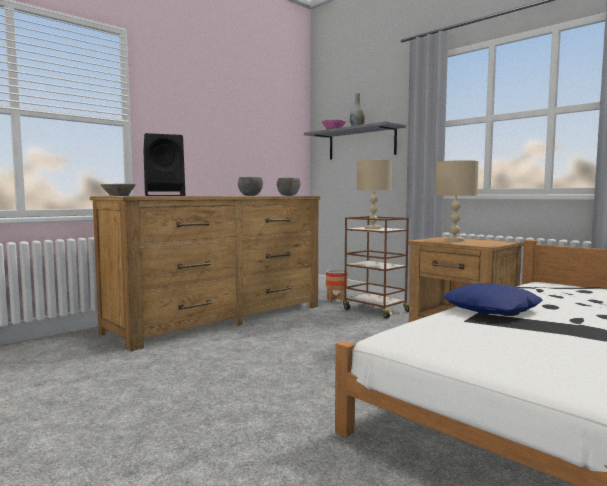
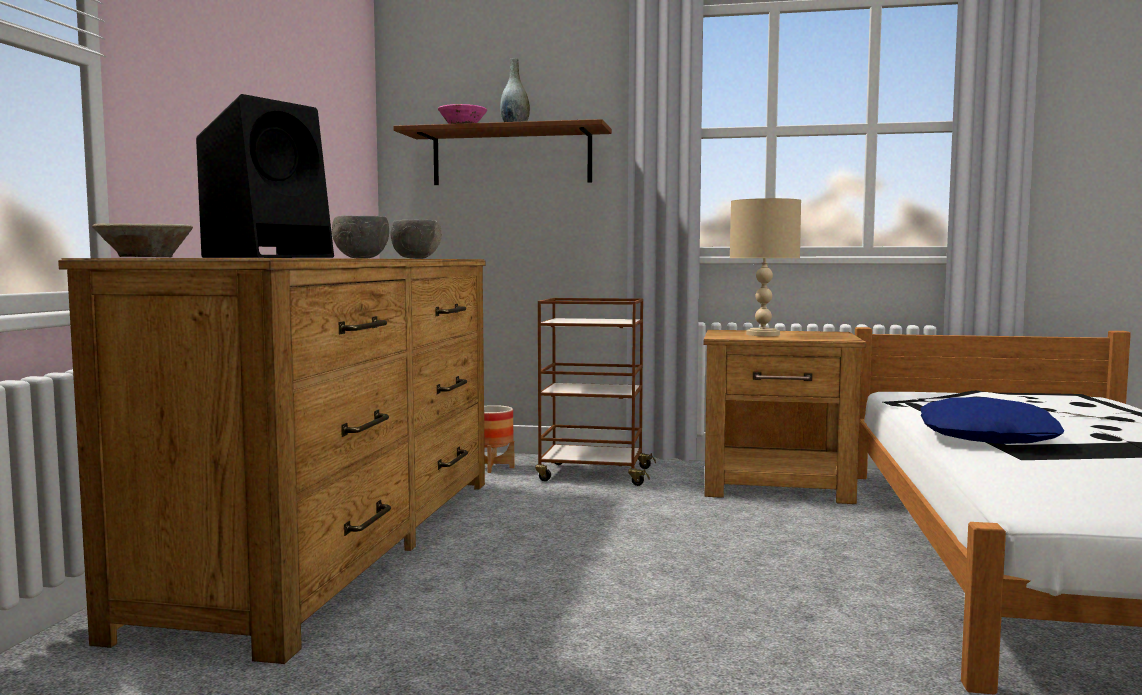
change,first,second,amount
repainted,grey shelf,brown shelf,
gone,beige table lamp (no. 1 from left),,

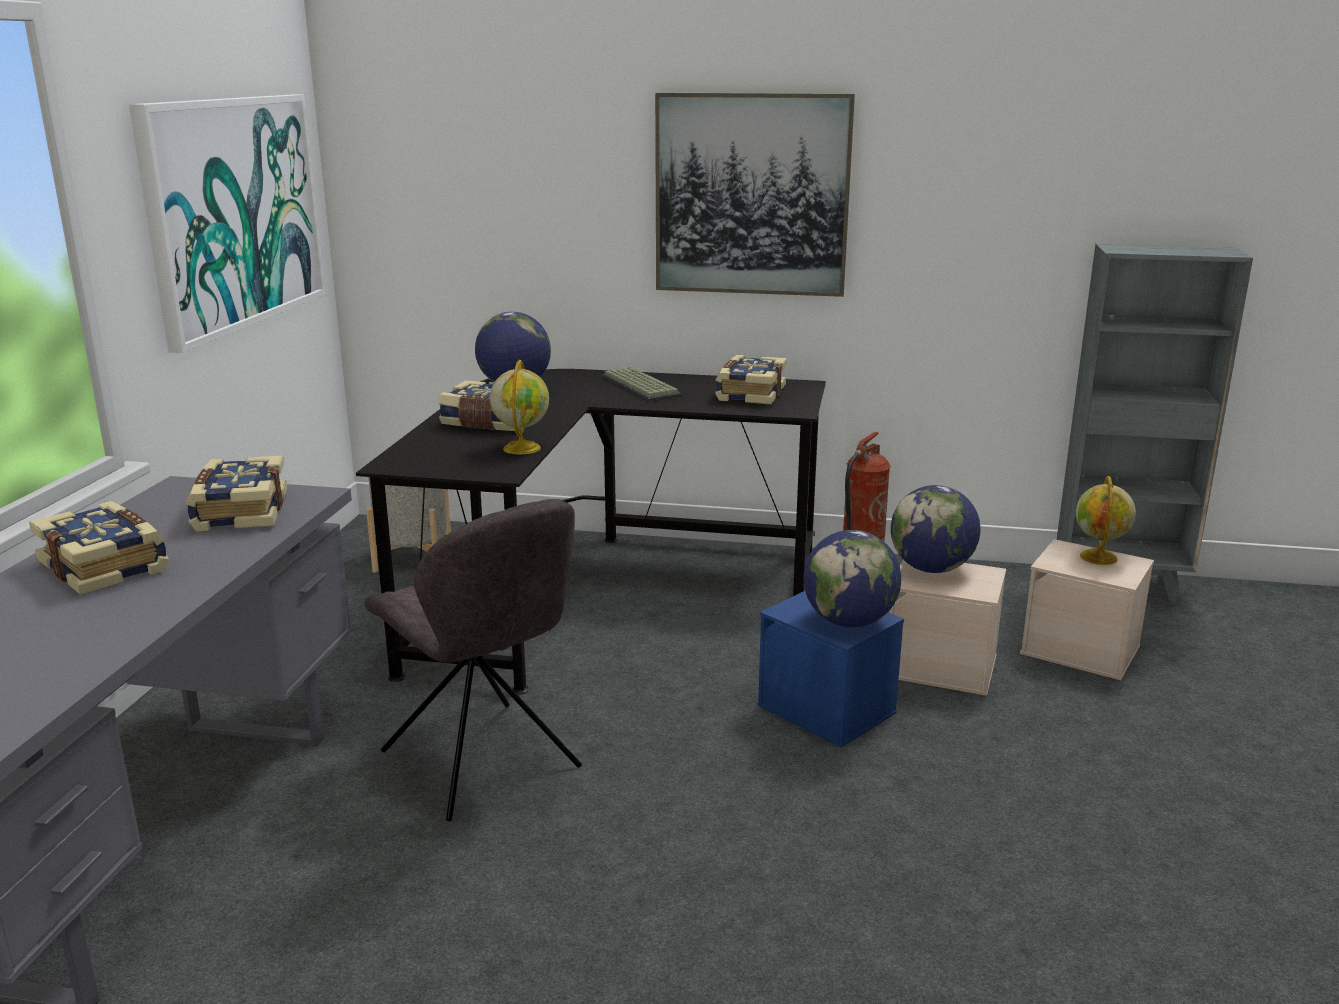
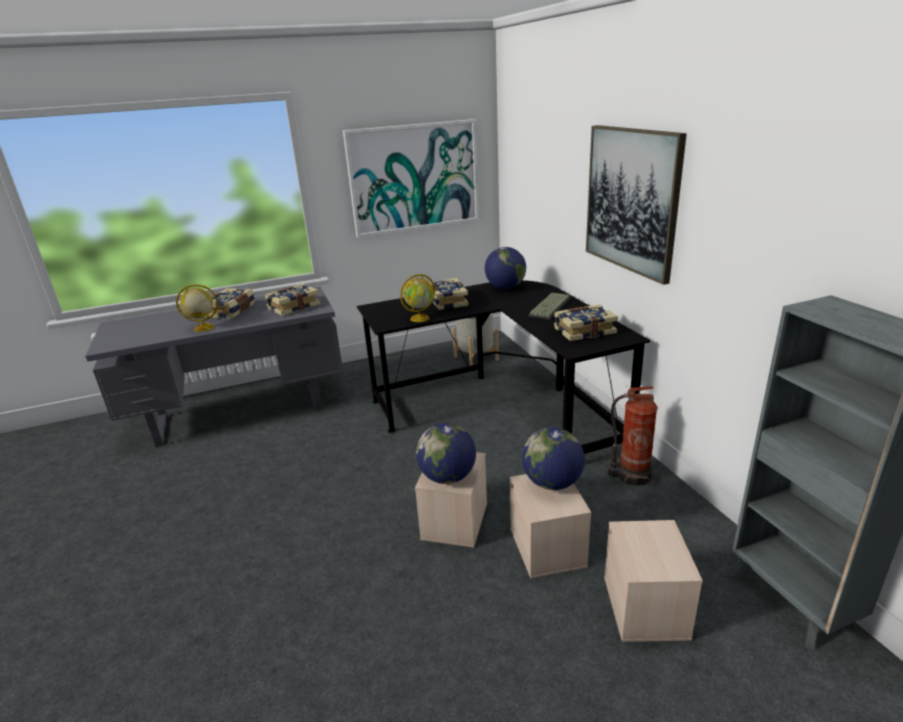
change,first,second,amount
gone,grey chair,,
repainted,blue storage box,beige storage box (no. 1 from left),
shifted,globe (no. 5 from left in the first image),globe (no. 1 from left),

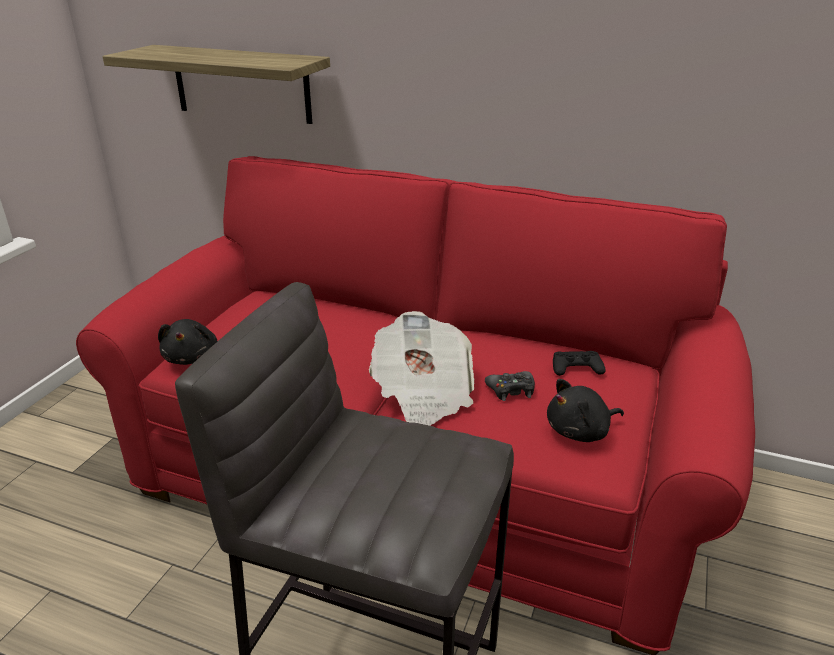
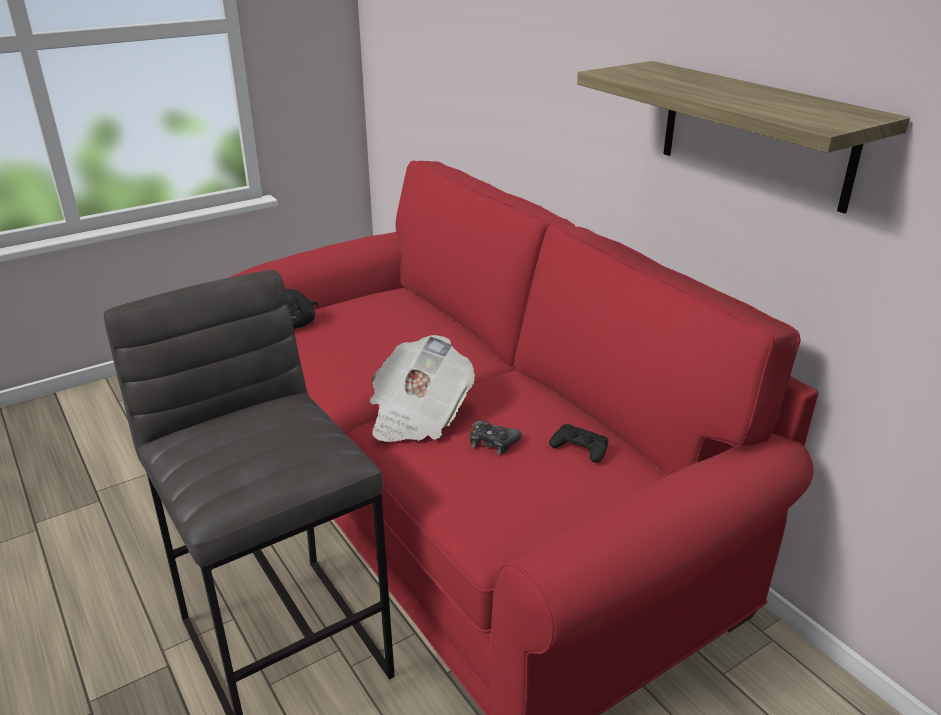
change,first,second,amount
shifted,shelf,,
gone,black plush toy (no. 2 from left),,

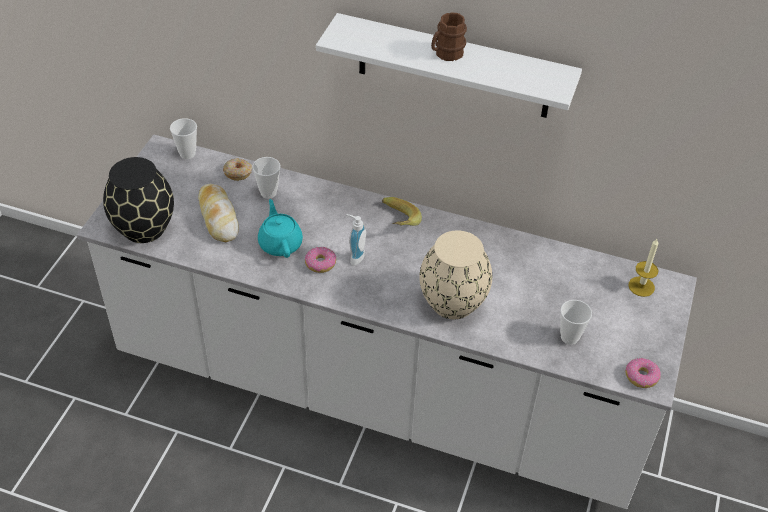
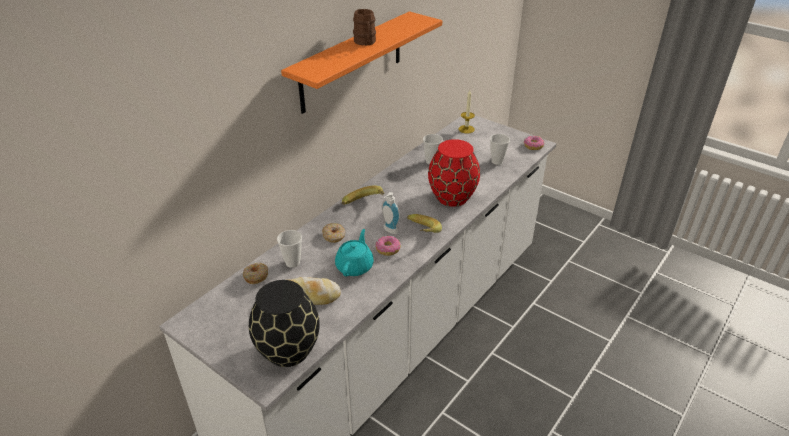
change,first,second,amount
shifted,cup (no. 1 from left in the first image),cup (no. 2 from left),
rotated,turquoise teapot,,105 degrees clockwise
repainted,white shelf,orange shelf,
repainted,beige vase,red vase,
new,,donut (no. 2 from left),
new,,banana (no. 2 from left),

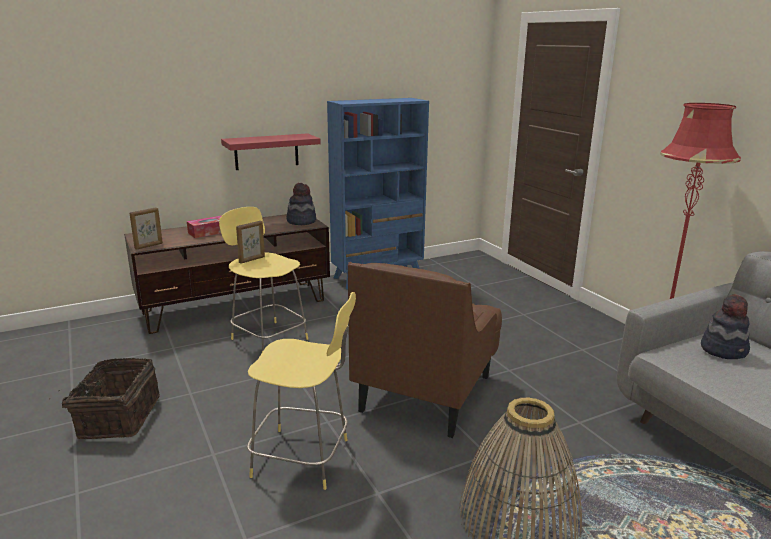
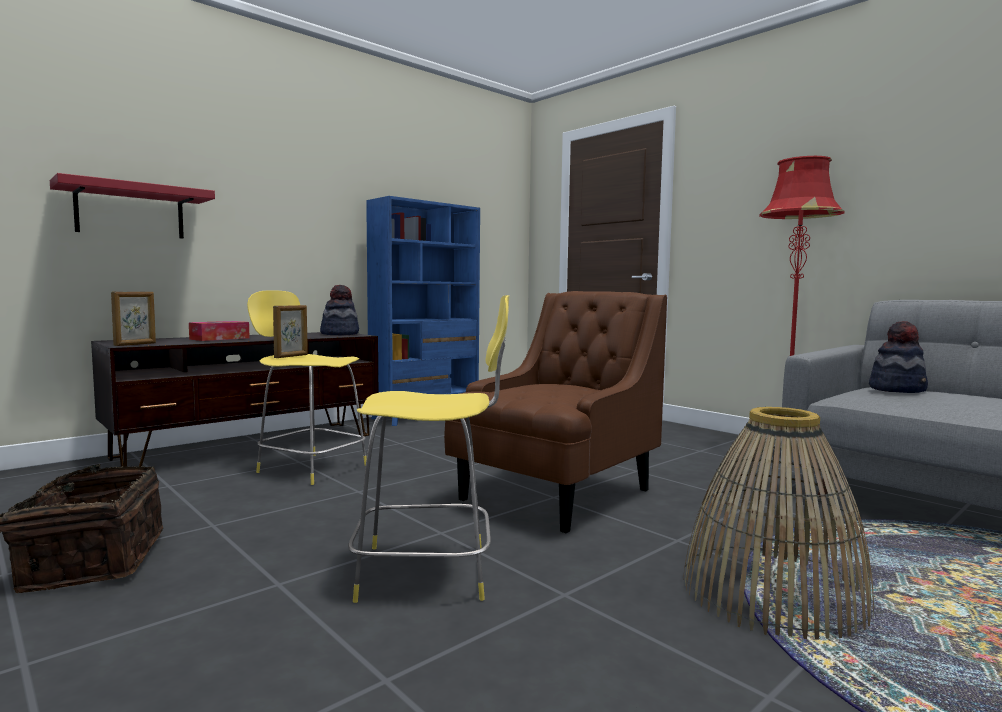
change,first,second,amount
shifted,red shelf,,
rotated,brown armchair,,150 degrees counterclockwise

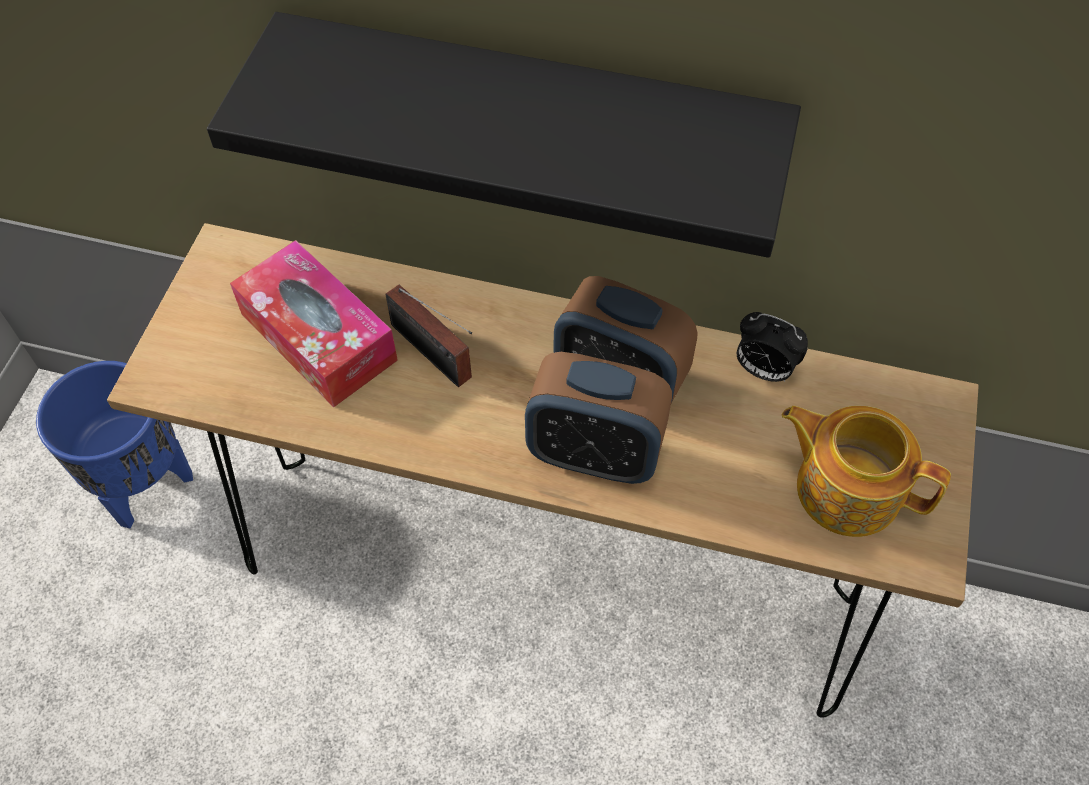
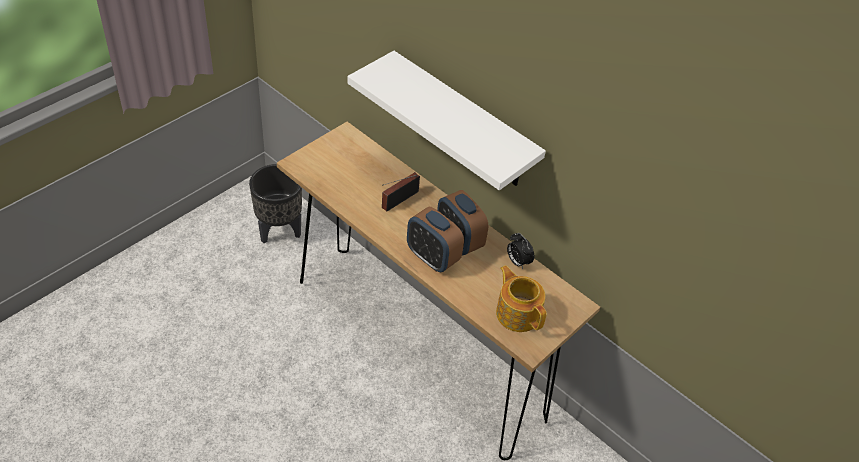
change,first,second,amount
repainted,blue planter,black planter,
repainted,black shelf,white shelf,
gone,tissue box,,
rotated,radio,,60 degrees clockwise

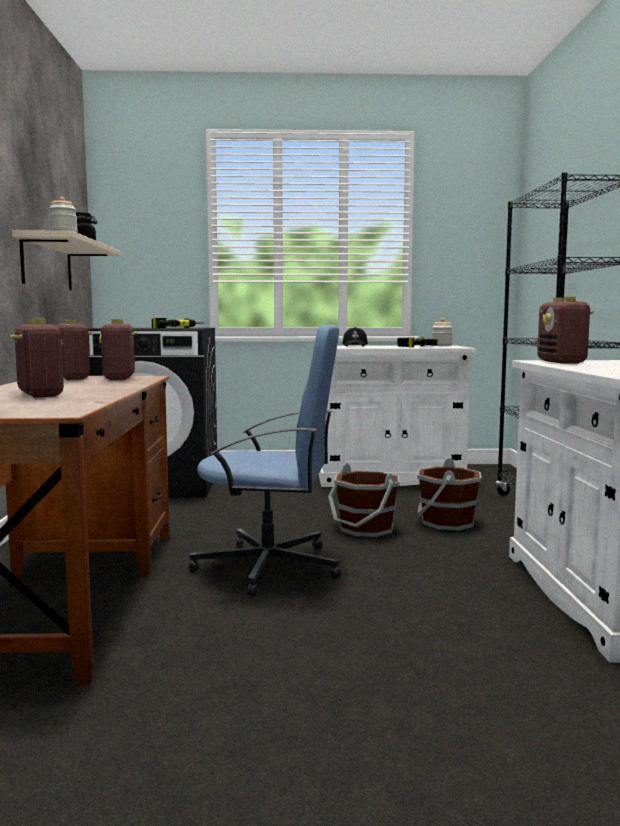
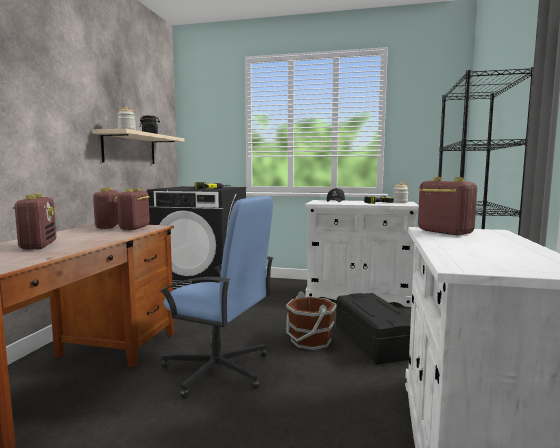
change,first,second,amount
swapped,brown bucket (no. 2 from left),black storage box,
rotated,radio (no. 4 from left),,135 degrees clockwise

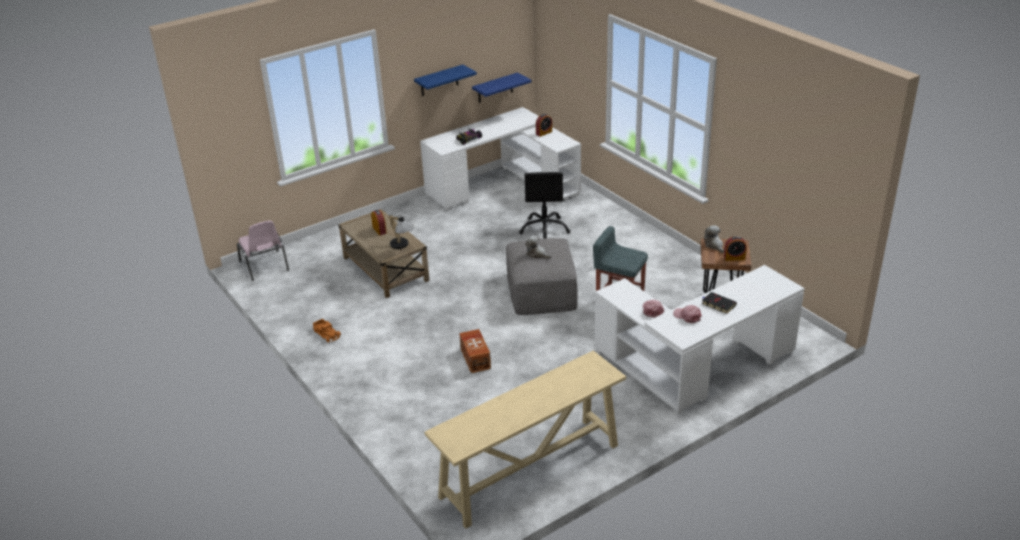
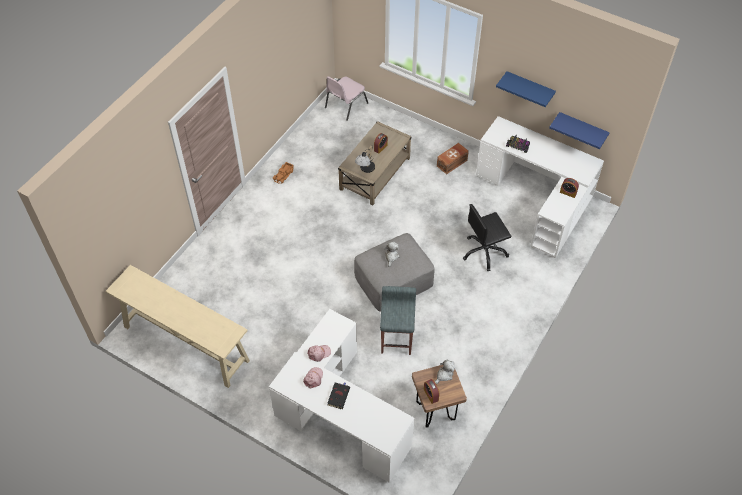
change,first,second,amount
shifted,brown storage box,,

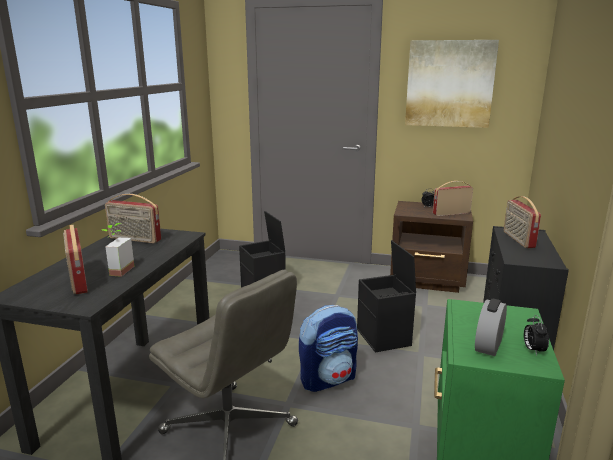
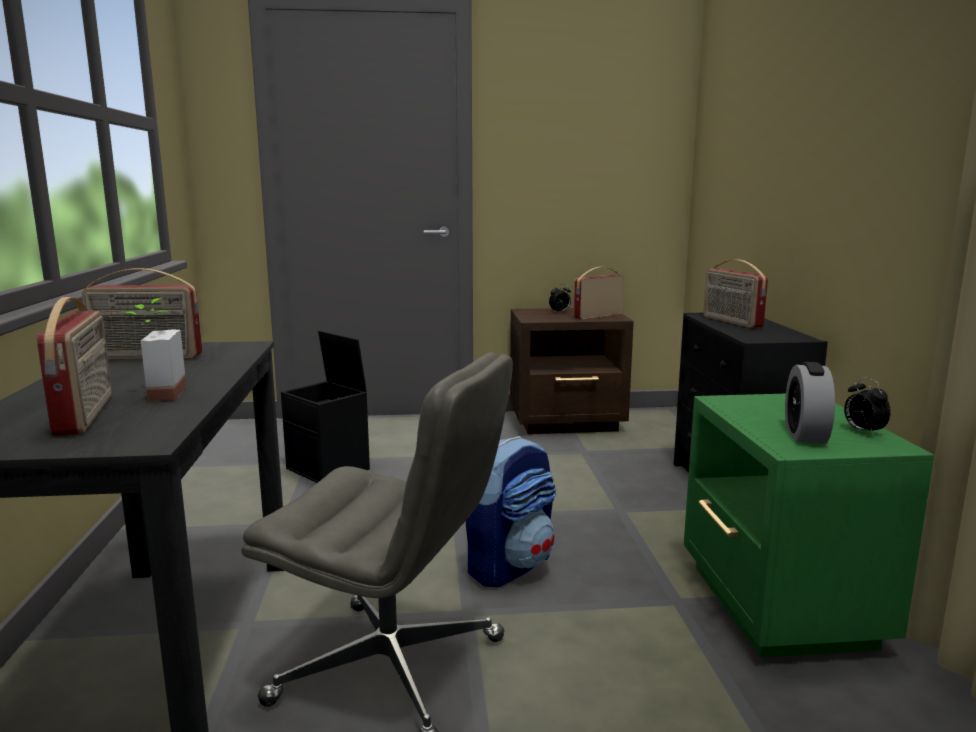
change,first,second,amount
rotated,radio (no. 1 from left),,150 degrees counterclockwise
gone,black storage box (no. 2 from left),,
gone,picture,,

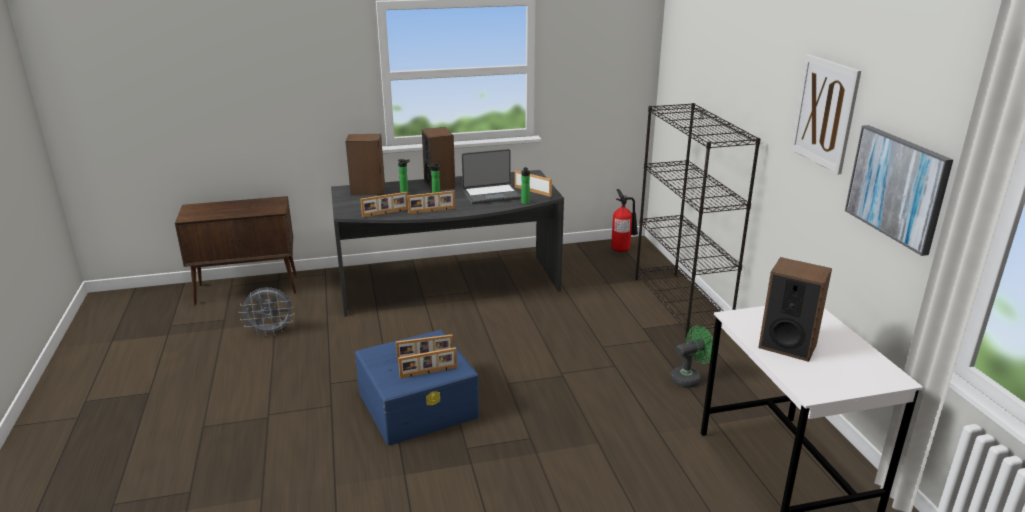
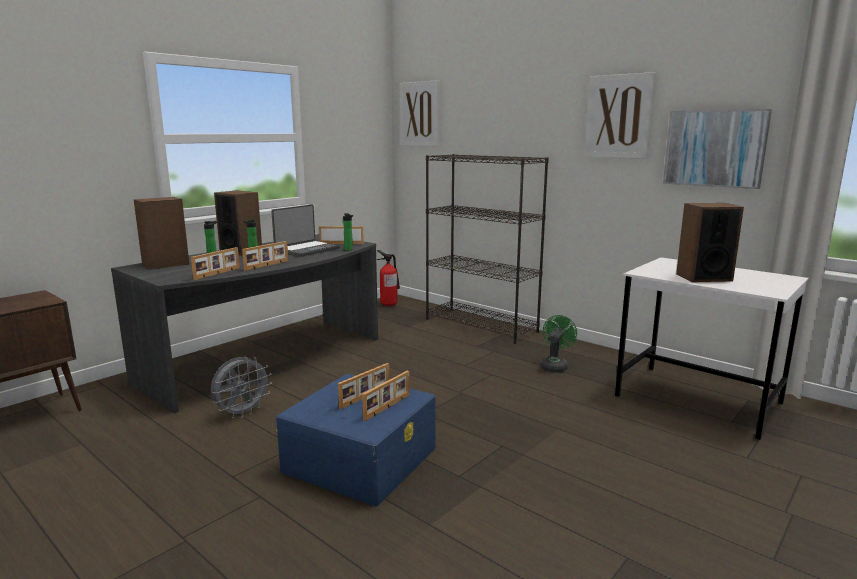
change,first,second,amount
shifted,grey fan,,
new,,picture (no. 1 from left),

